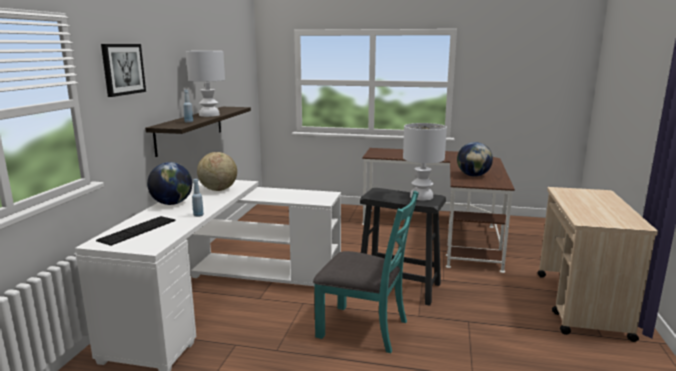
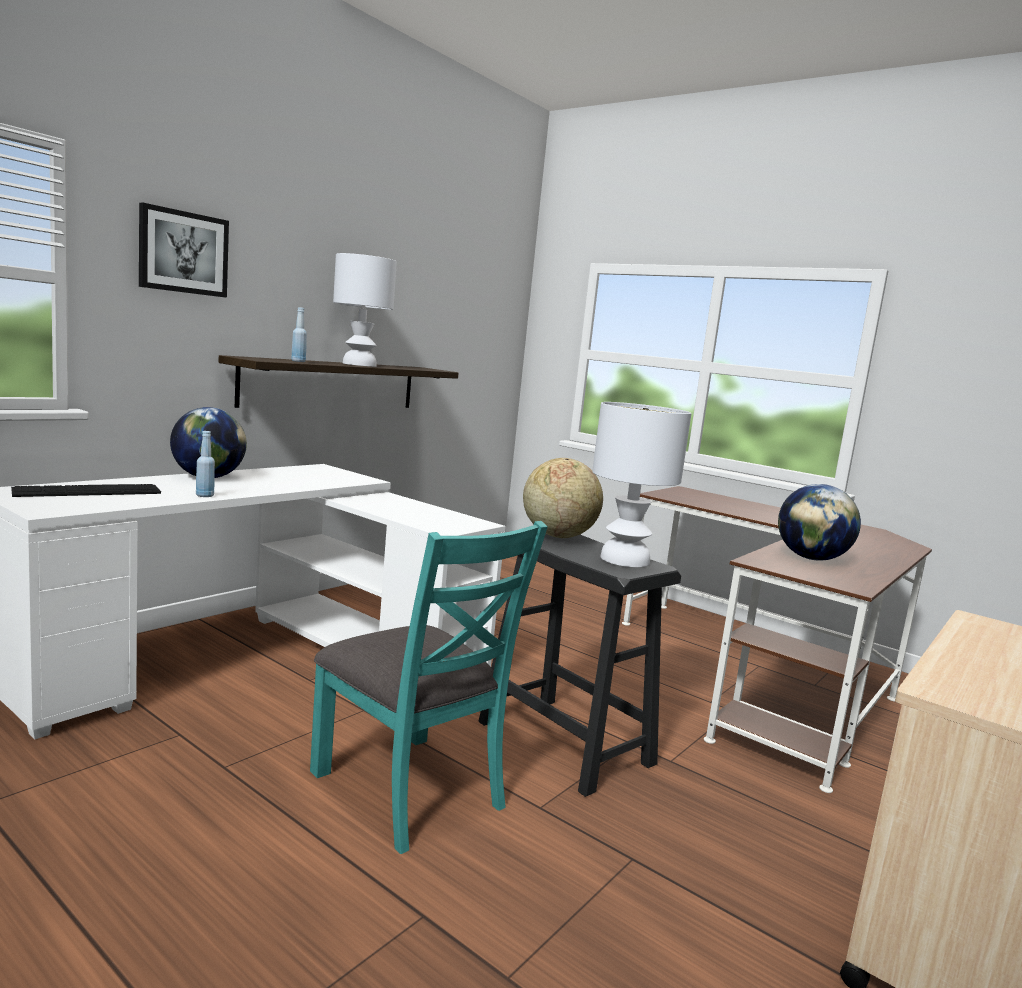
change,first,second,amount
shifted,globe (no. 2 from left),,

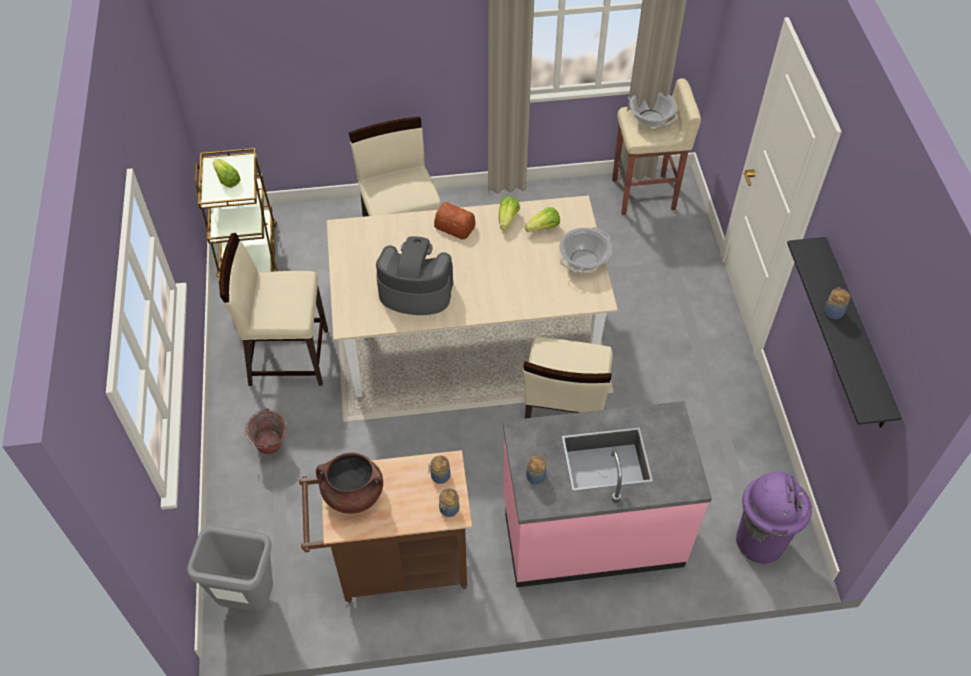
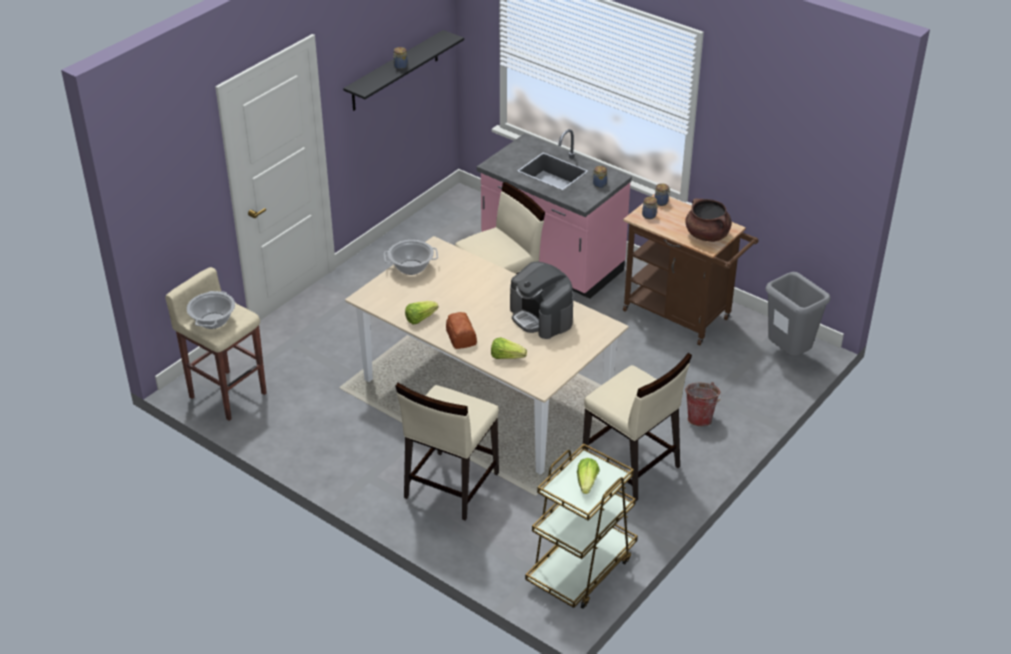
change,first,second,amount
shifted,lettuce (no. 3 from left in the first image),lettuce (no. 2 from left),
gone,purple trash can,,

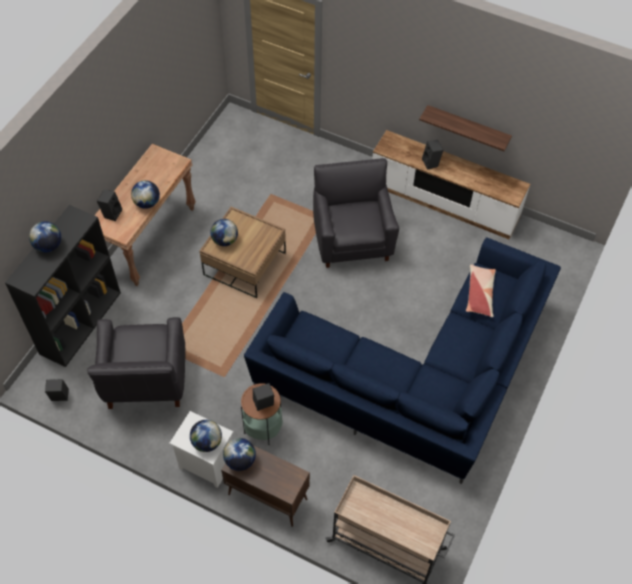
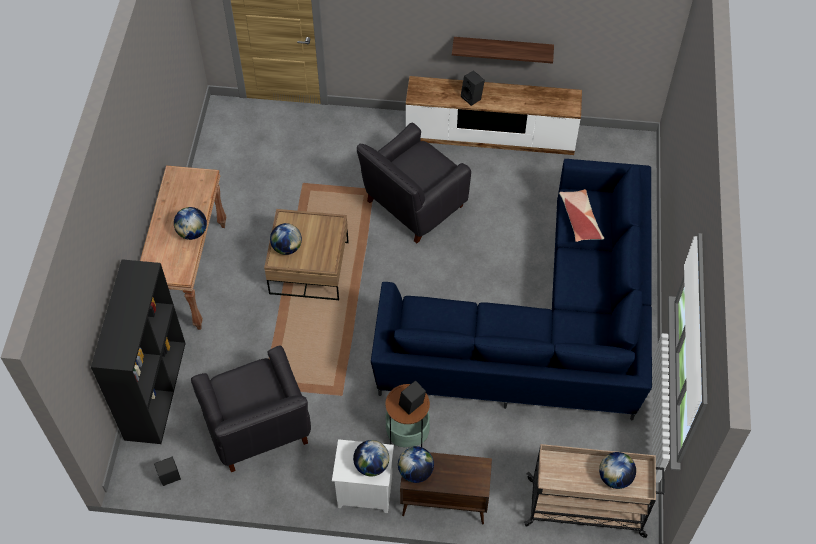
change,first,second,amount
shifted,globe (no. 1 from left in the first image),globe (no. 5 from left),
gone,black speaker (no. 2 from left),,
rotated,black armchair (no. 2 from left),,105 degrees counterclockwise

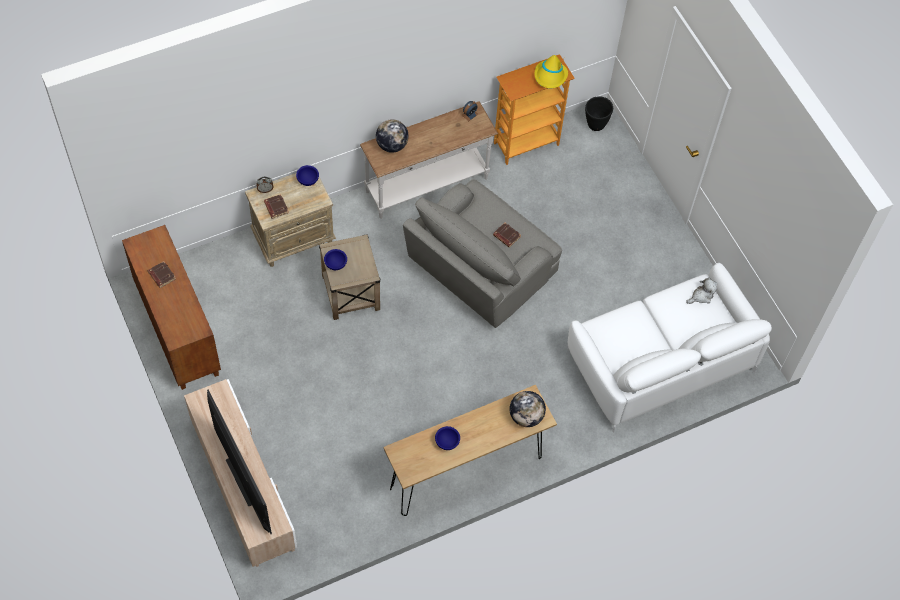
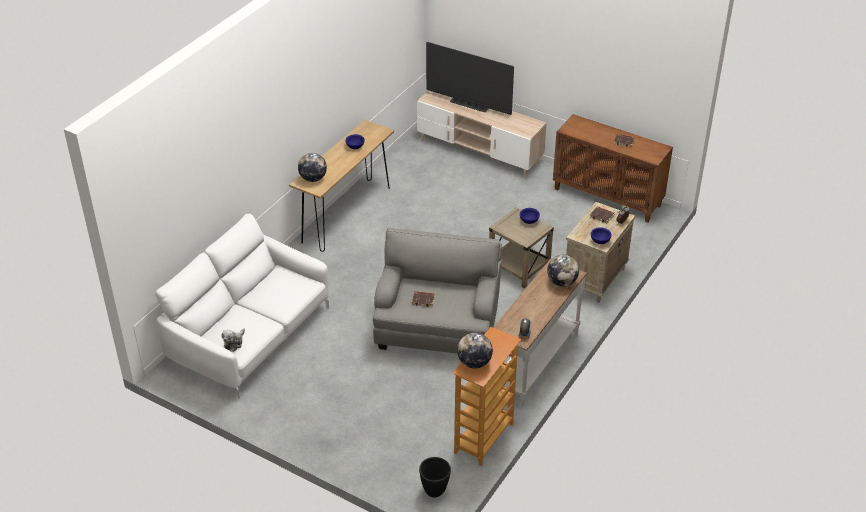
change,first,second,amount
swapped,yellow hat,globe (no. 2 from left),

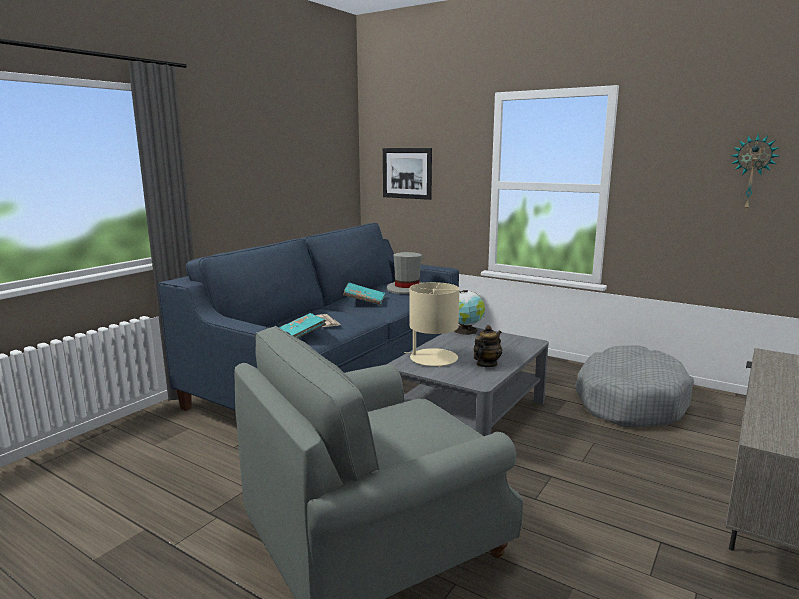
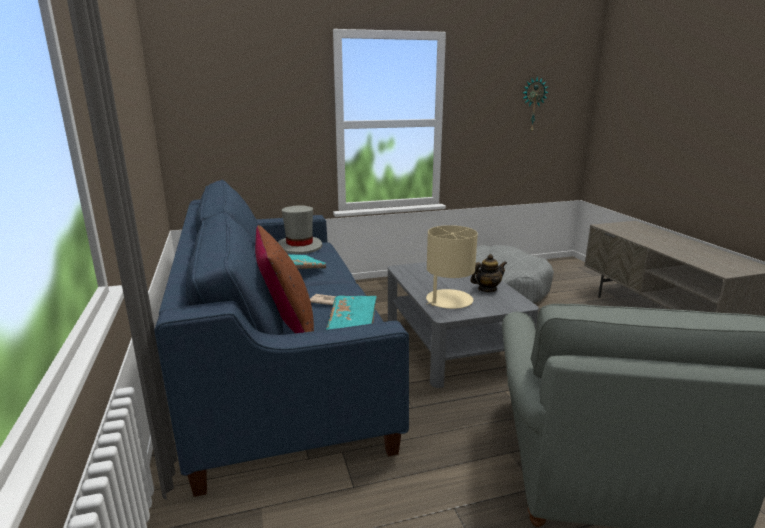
change,first,second,amount
gone,picture,,
gone,globe,,
rotated,teapot,,75 degrees clockwise
new,,brown pillow,

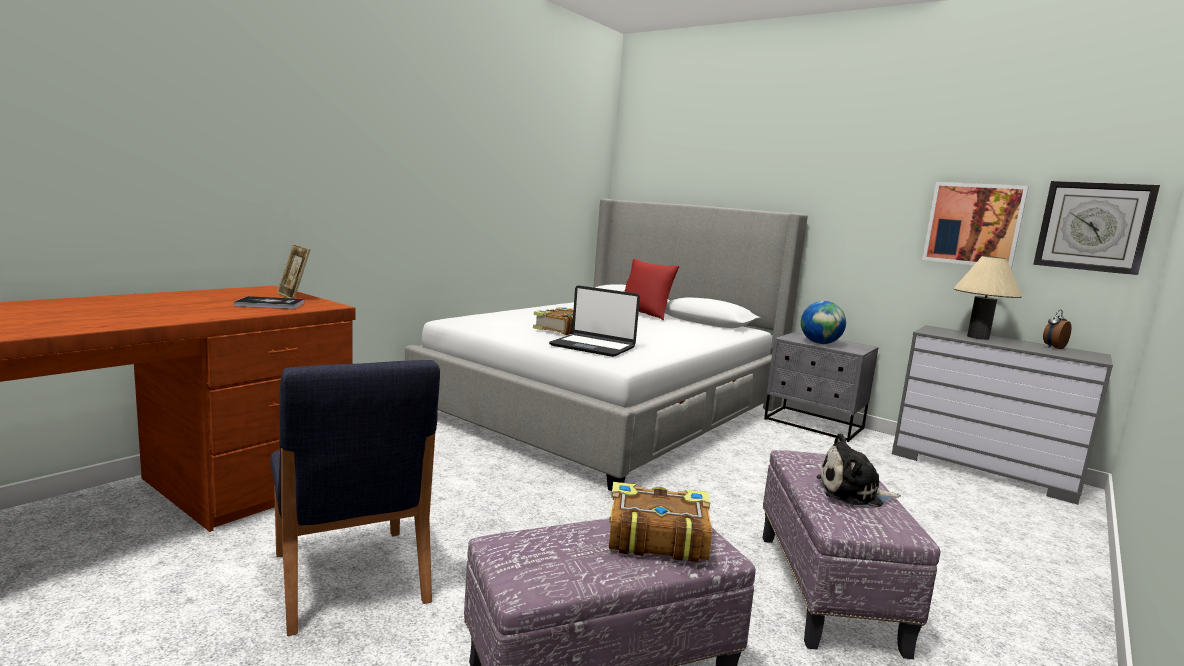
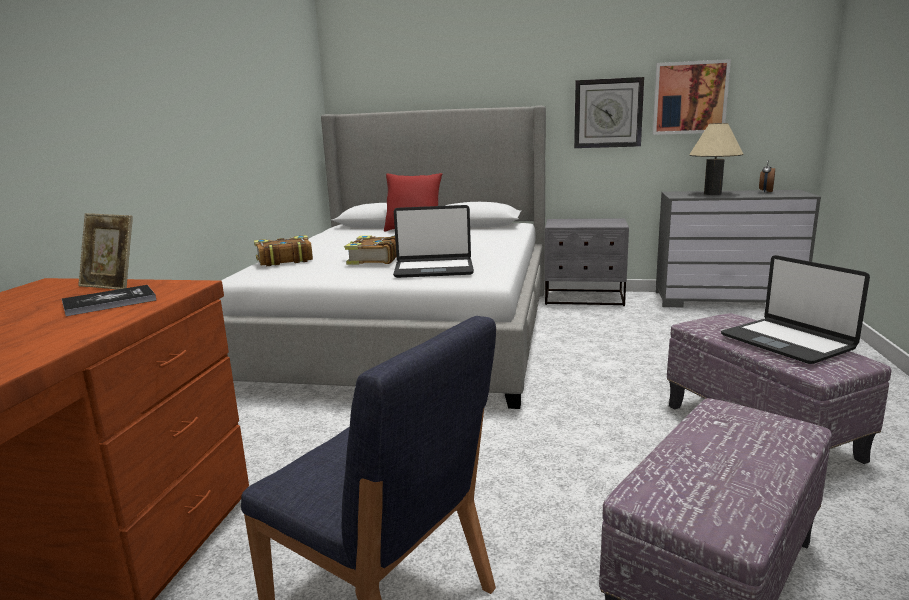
change,first,second,amount
shifted,book (no. 3 from left in the first image),book (no. 2 from left),
gone,globe,,
swapped,plush toy,laptop (no. 2 from left),
shifted,wall clock,,

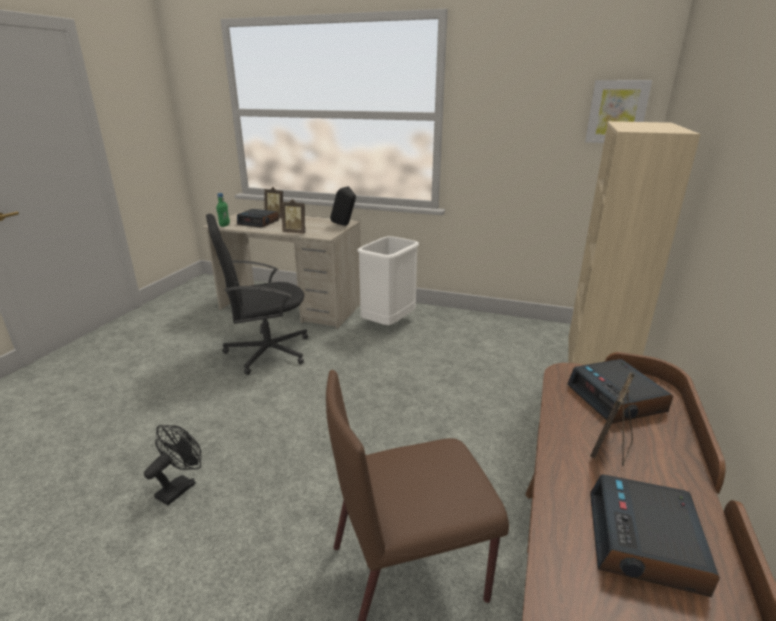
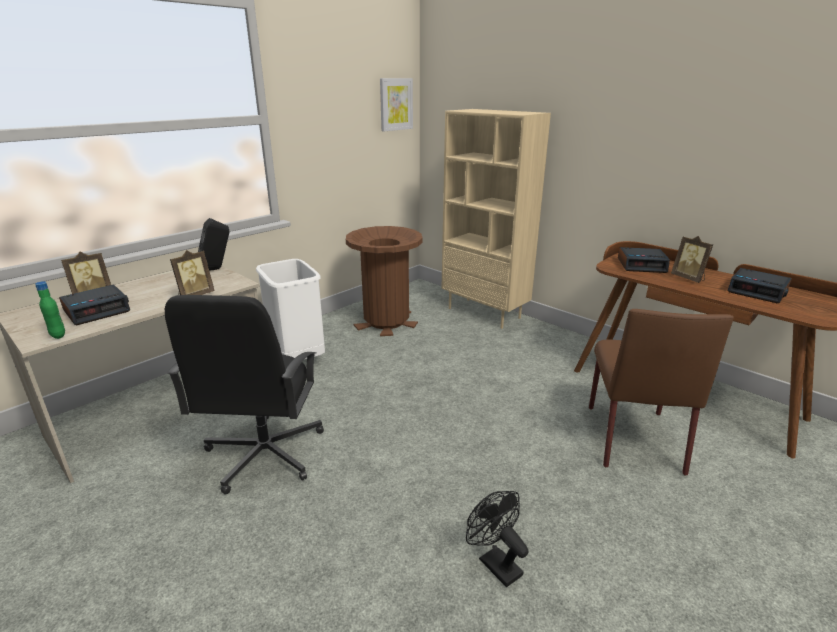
change,first,second,amount
new,,brown trash can,

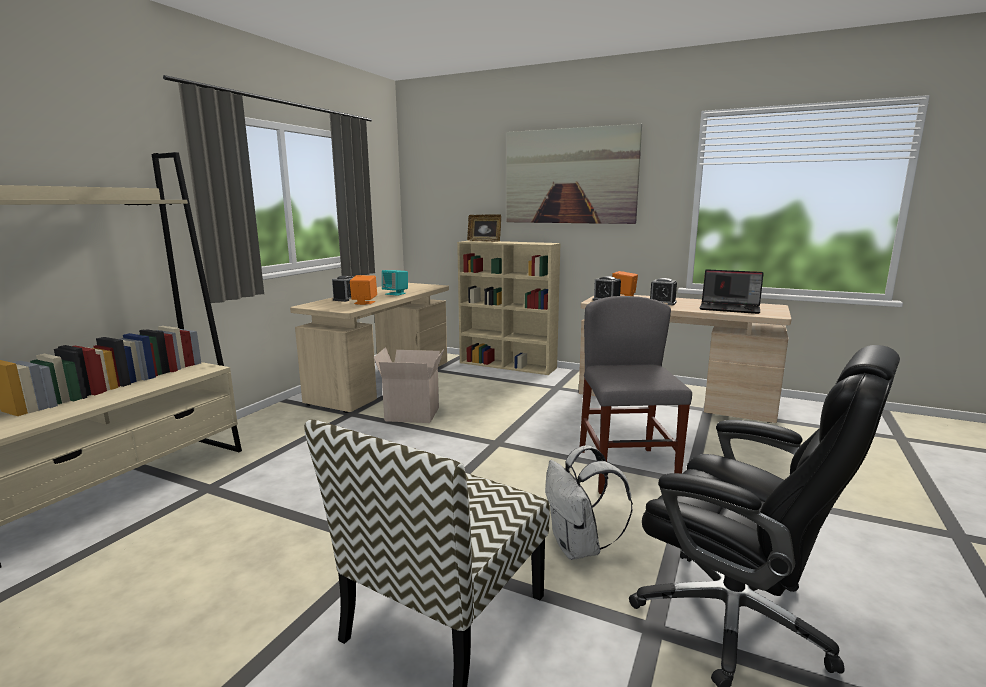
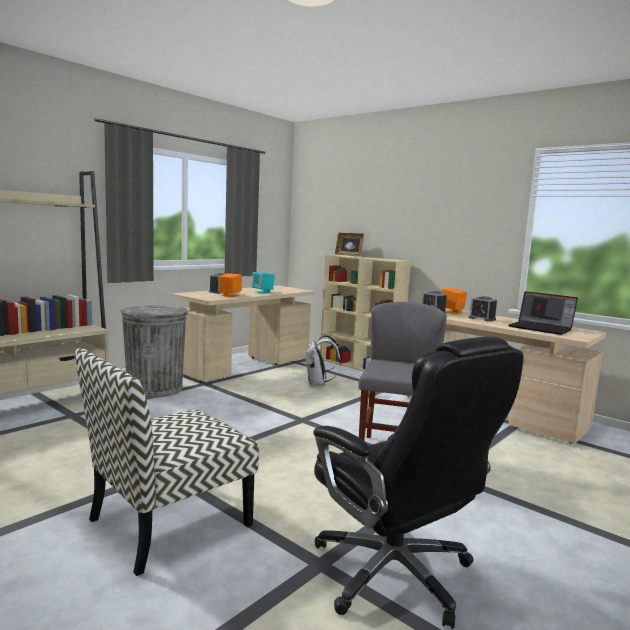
change,first,second,amount
gone,cardboard box,,
gone,picture,,
shifted,white backpack,,
new,,grey trash can,

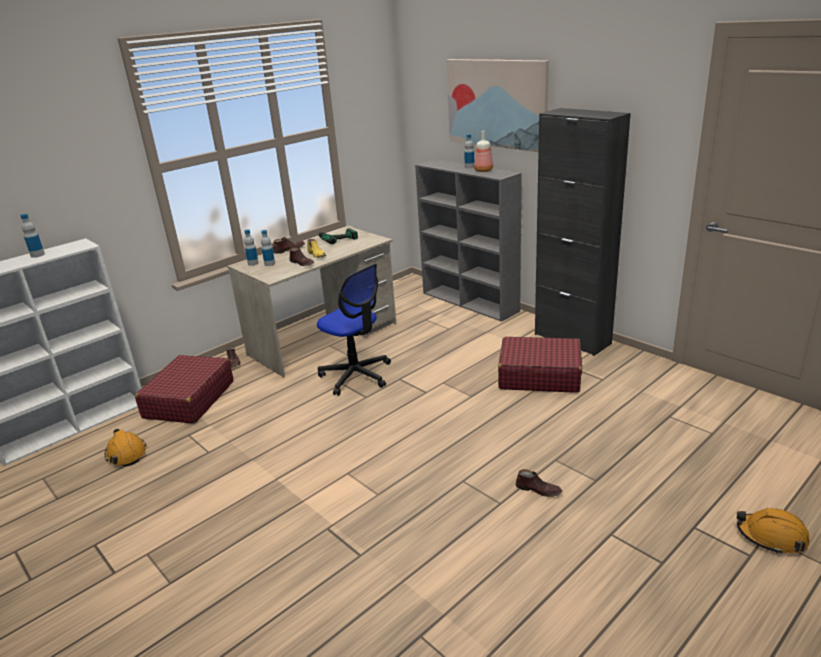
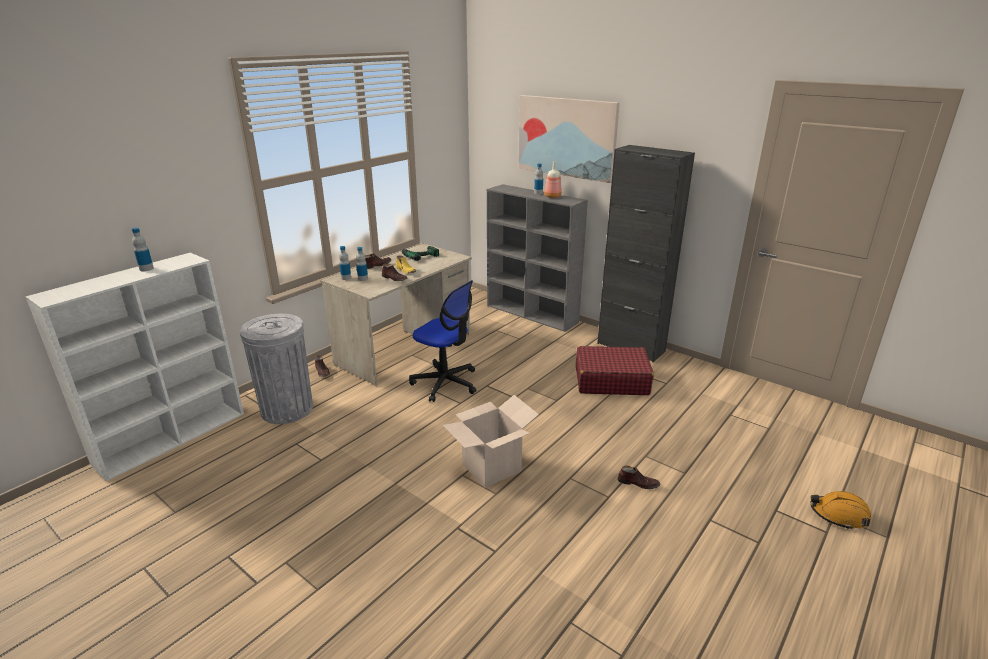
change,first,second,amount
gone,orange hard hat (no. 1 from left),,
swapped,red suitcase (no. 1 from left),grey trash can,
new,,cardboard box,

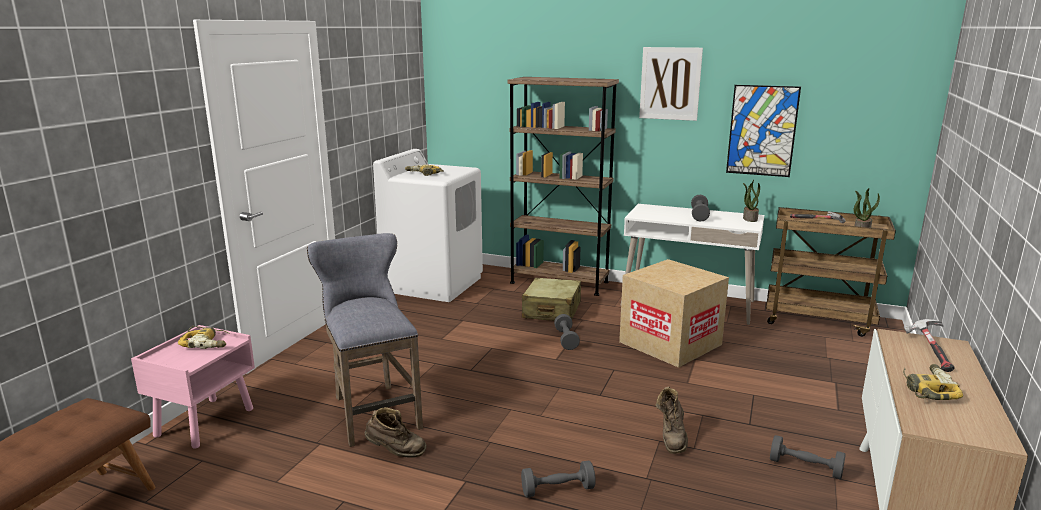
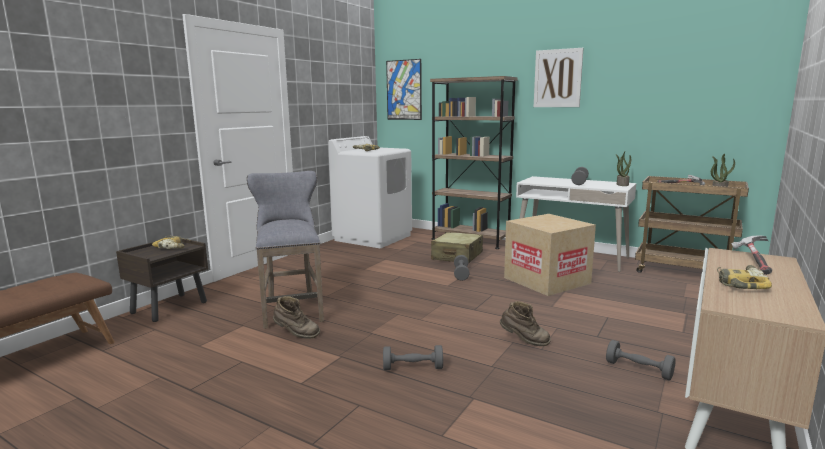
change,first,second,amount
repainted,pink nightstand,brown nightstand,
rotated,brown boot (no. 2 from left),,90 degrees counterclockwise
shifted,picture (no. 2 from left in the first image),picture (no. 1 from left),

